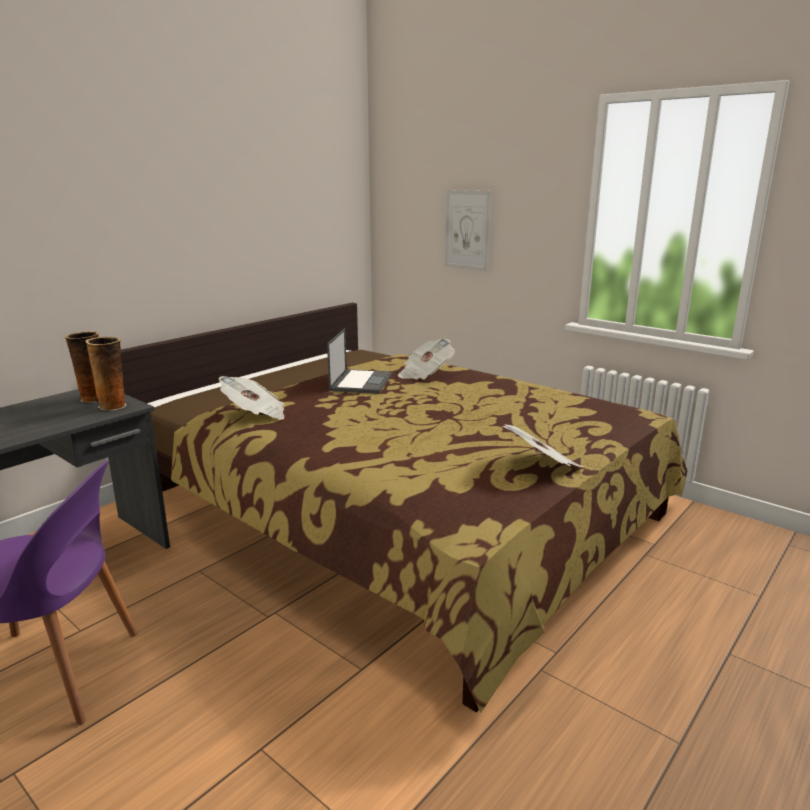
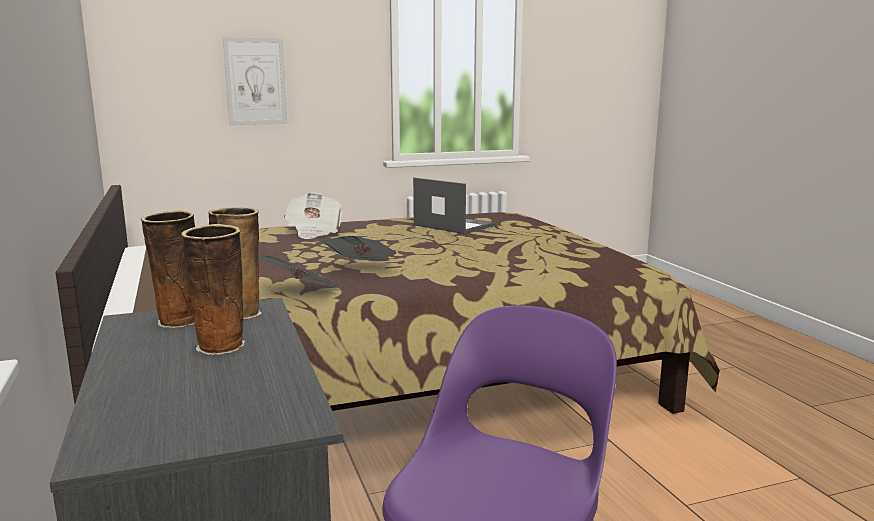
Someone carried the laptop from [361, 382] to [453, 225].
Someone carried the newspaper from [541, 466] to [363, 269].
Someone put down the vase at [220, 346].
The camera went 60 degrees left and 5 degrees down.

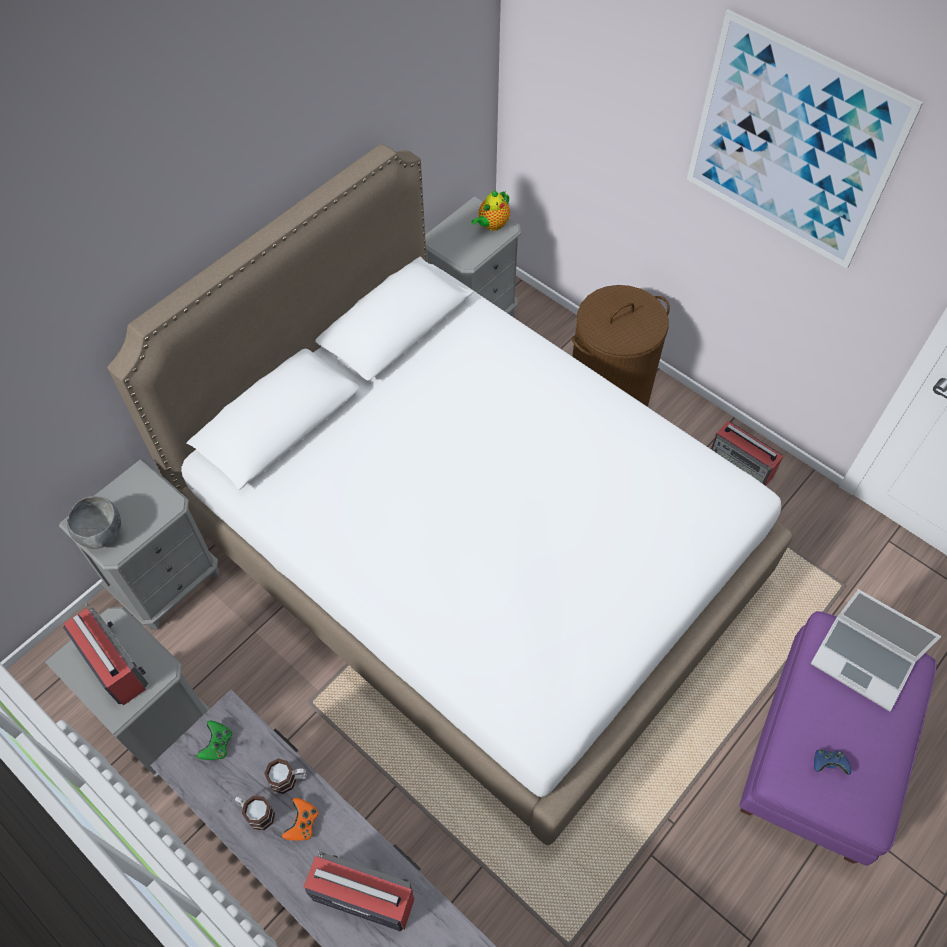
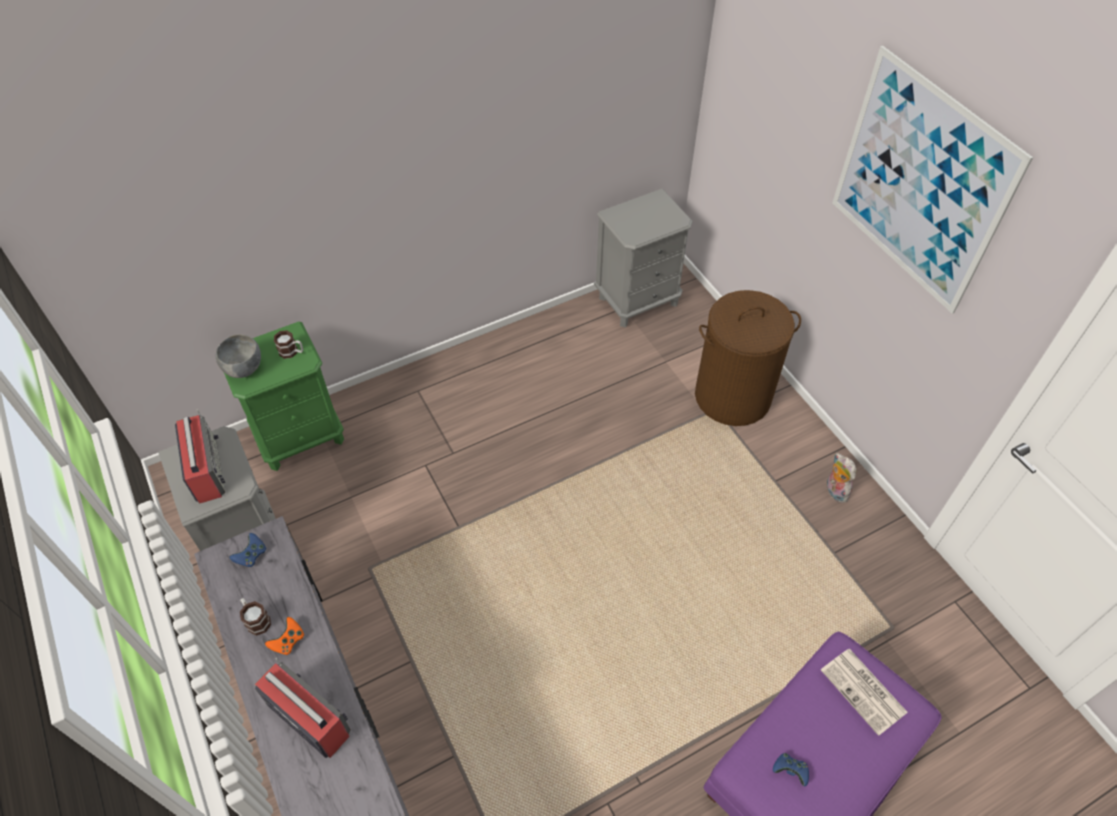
Someone took away the white bed at [472, 552].
Someone took away the teapot at [492, 225].
Someone swapped the radio set at [741, 466] for the cuddly toy at [834, 491].
Someone repainted the grey night table at [168, 582], which became the green-coloured night table at [300, 436].
Someone swapped the laptop at [864, 662] for the newspaper at [864, 691].
Someone repainted the green-coloured game controller at [217, 745], which became the blue game controller at [251, 555].
Someone carried the tea mug from [289, 779] to [292, 352].
The camera went 20 degrees right and 5 degrees down.

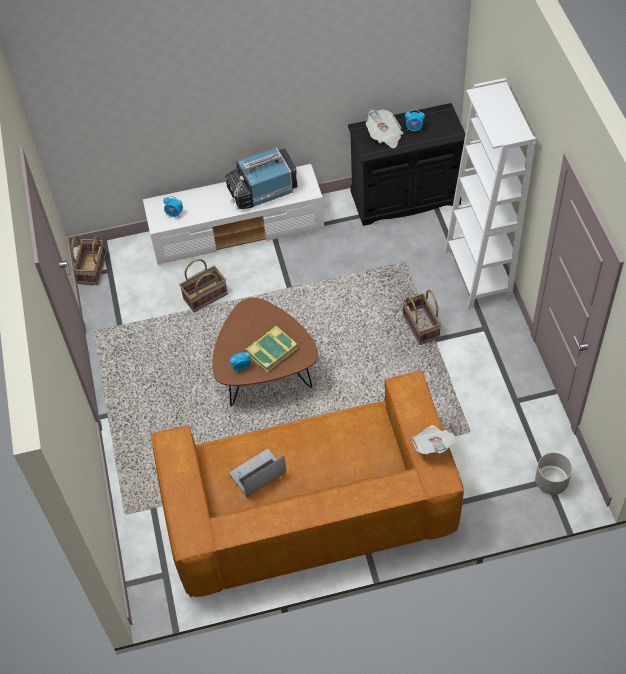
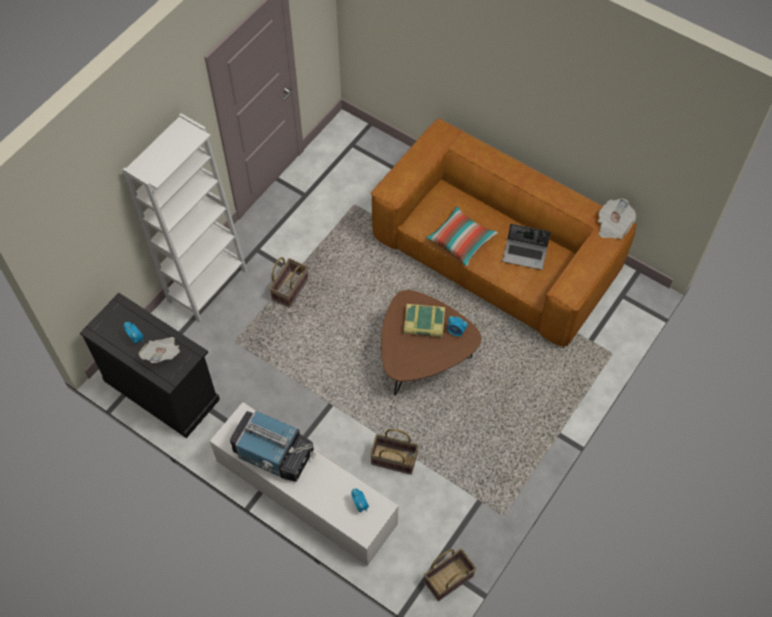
Someone carried the newspaper from [433, 445] to [613, 225].
Someone took away the grey plant pot at [551, 482].
Someone put down the throw pillow at [461, 241].
The camera went 135 degrees left and 5 degrees up.

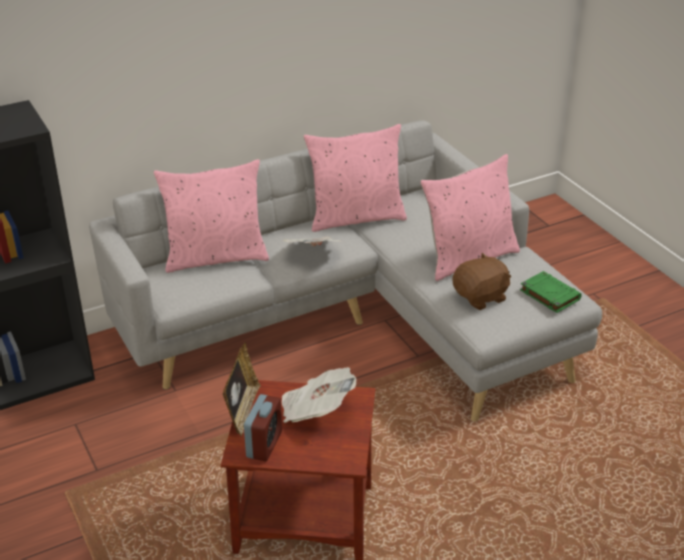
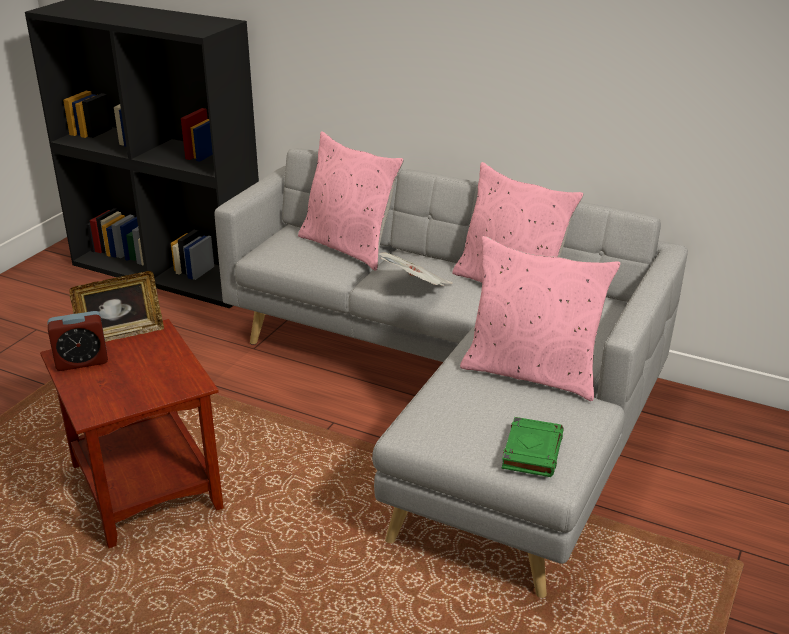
Someone took away the brown cuddly toy at [481, 297].
Someone took away the newspaper at [316, 410].
The camera went 55 degrees right and 5 degrees down.

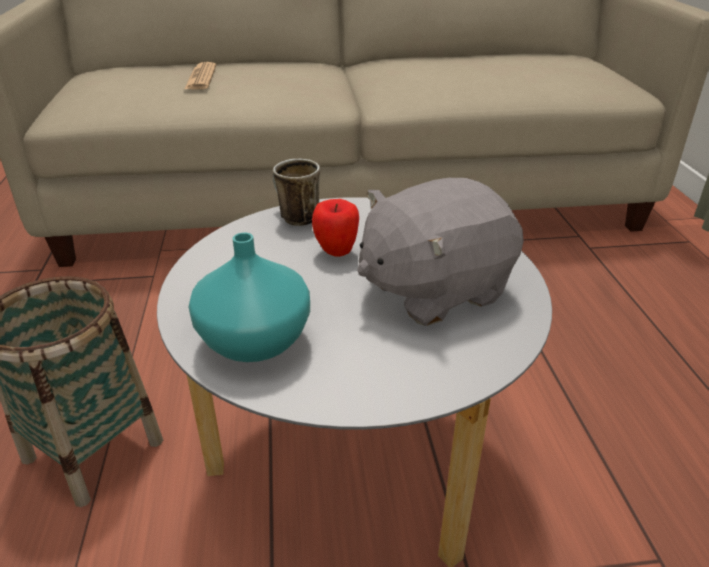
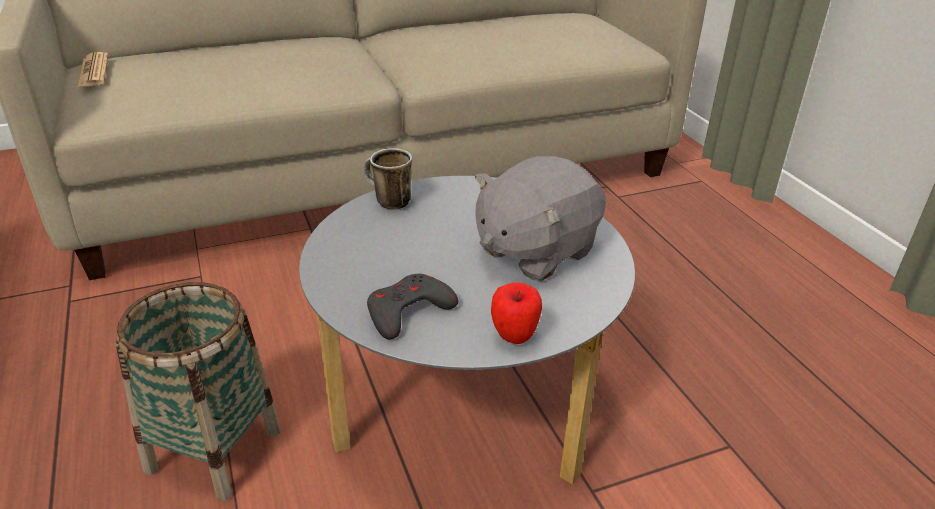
Someone carried the newspaper from [201, 77] to [93, 71].
Someone carried the whole apple from [336, 252] to [514, 338].
Someone swapped the turquoise vase at [256, 340] for the grey game controller at [408, 311].
The camera went 15 degrees left and 0 degrees up.

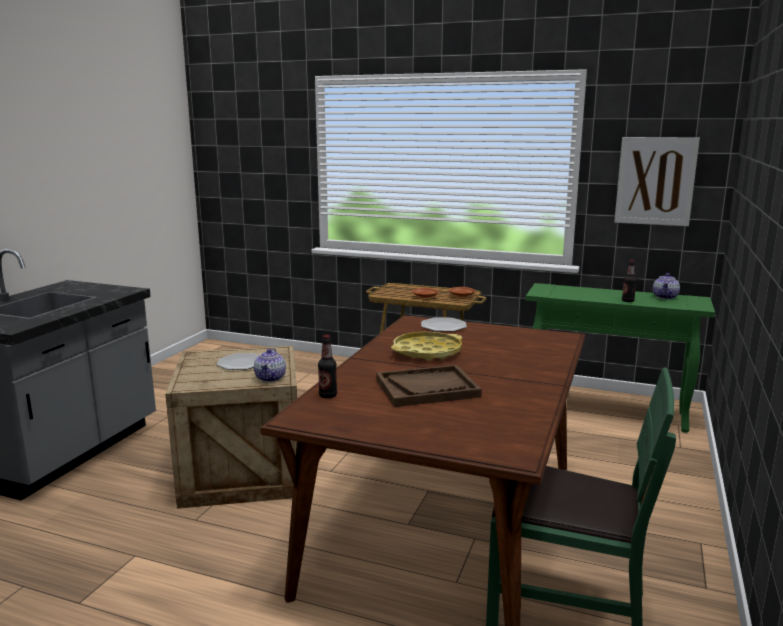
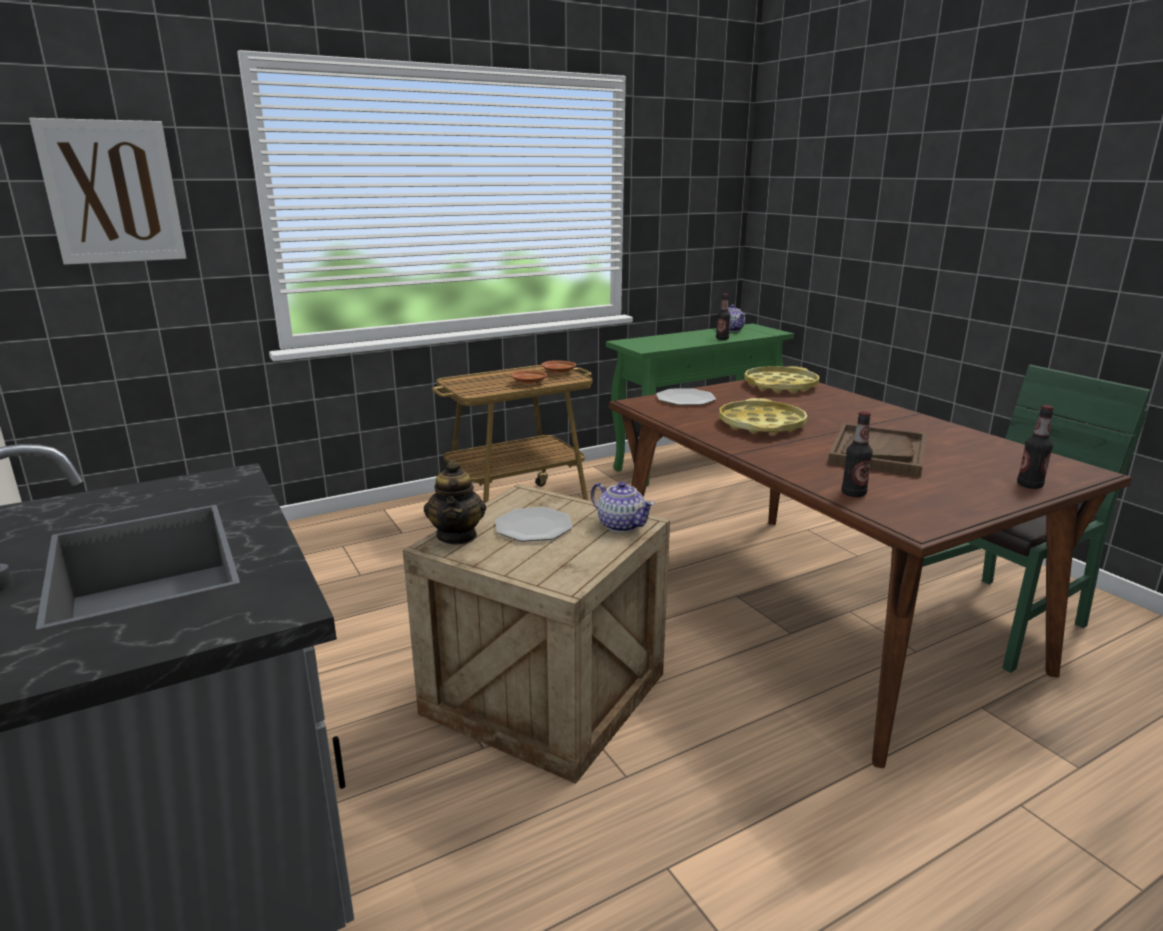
Someone carried the picture from [655, 181] to [112, 192].
Someone put down the yellow-coloured tray at [780, 386].
Someone put down the beverage bottle at [1029, 485].
Someone put down the teapot at [457, 536].
The camera went 50 degrees left and 5 degrees up.

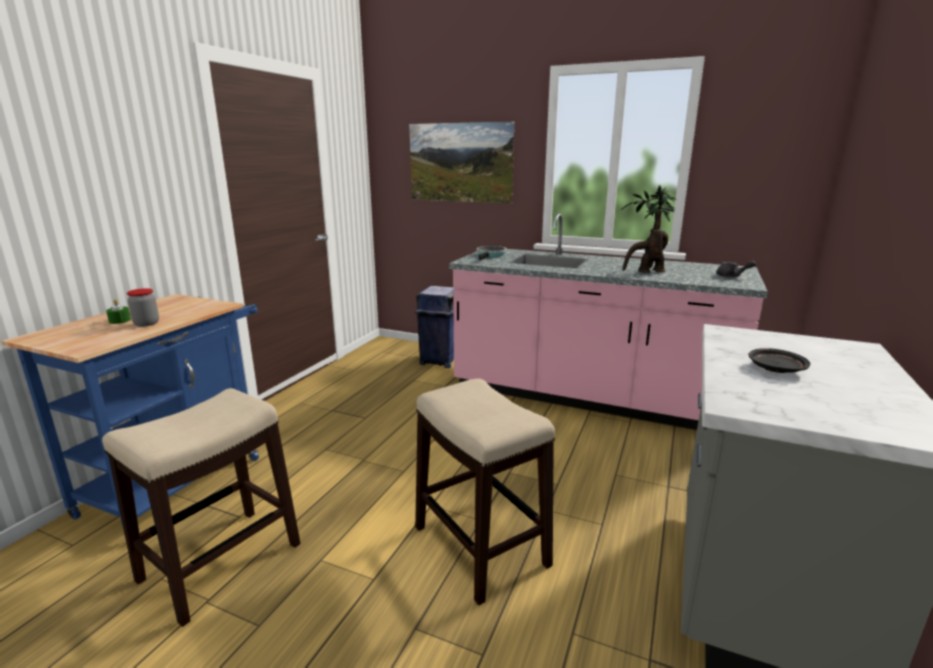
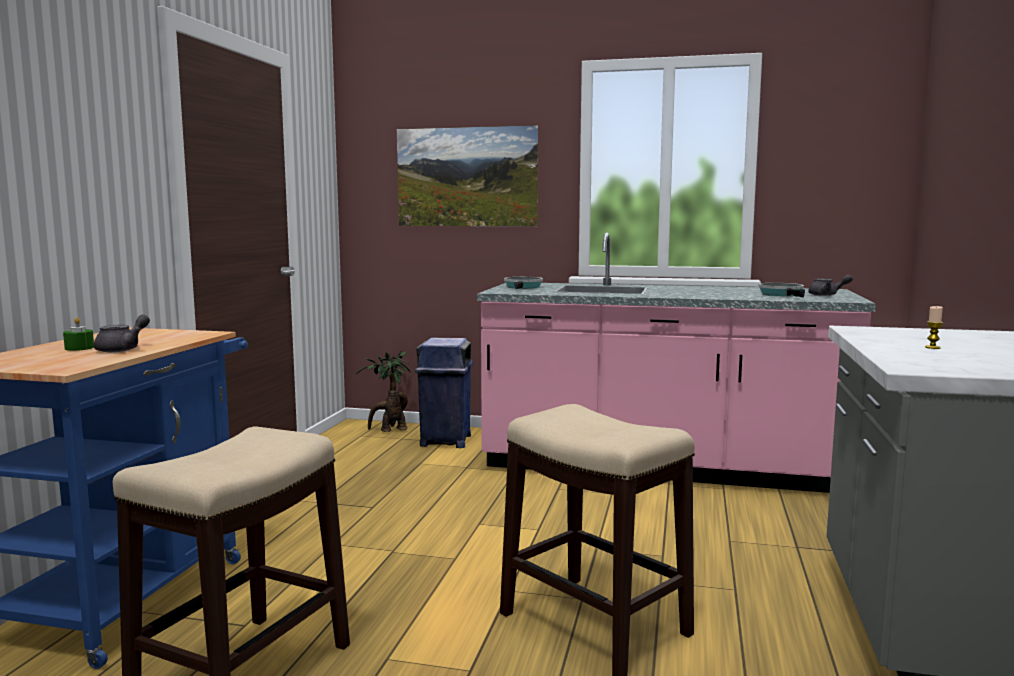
Someone carried the potted plant from [646, 272] to [390, 430].
Someone swapped the jar at [146, 323] for the grey teapot at [123, 349].
Someone swapped the blackish plate at [776, 368] for the wax light at [932, 347].
Someone put down the frying pan at [782, 294].
The camera went 10 degrees left and 10 degrees down.

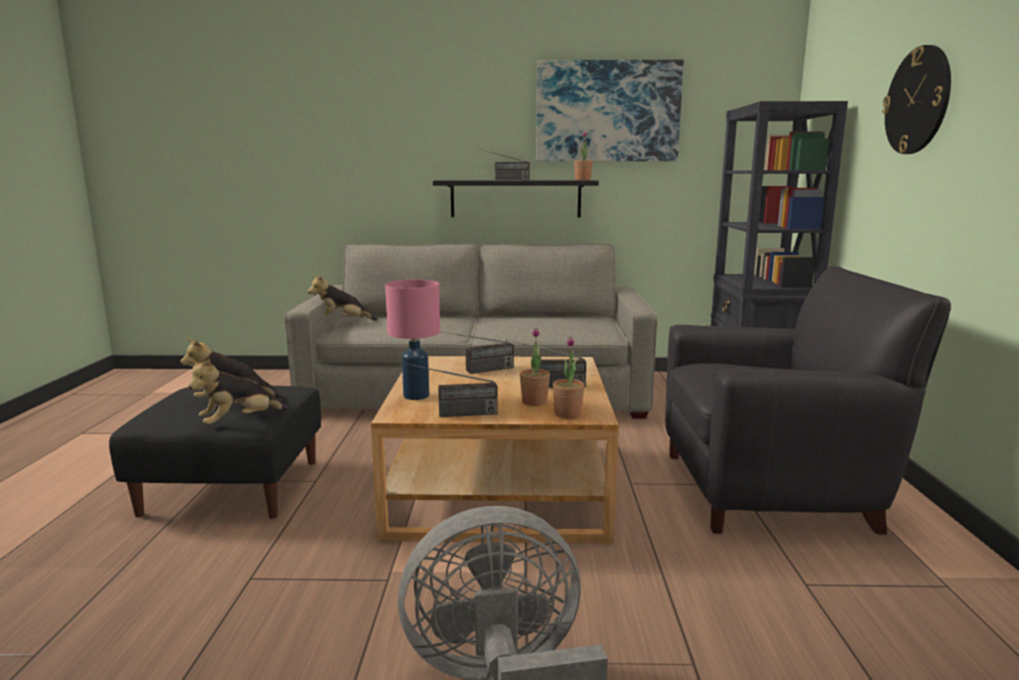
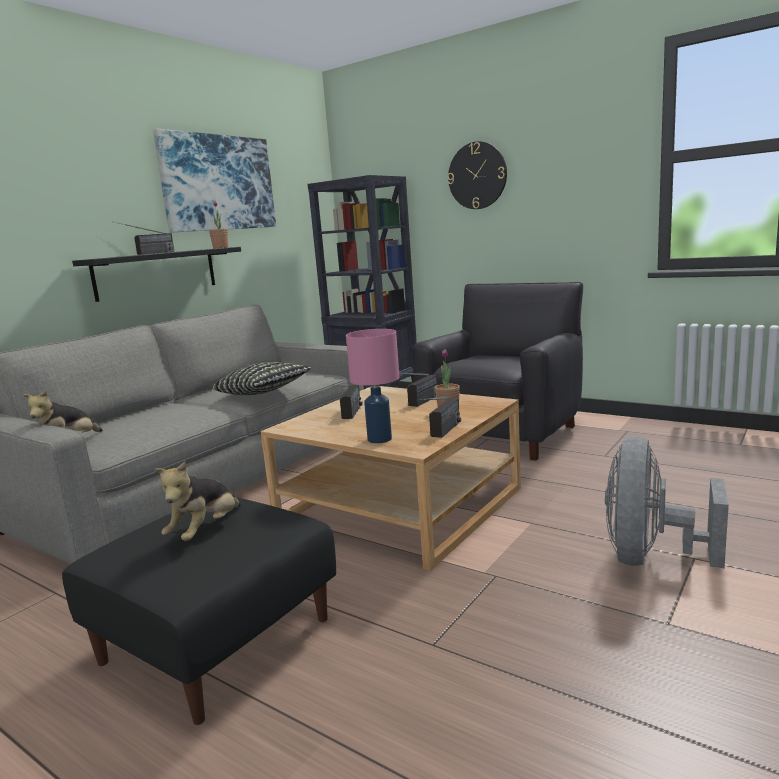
Someone took away the potted plant at [567, 414].
Someone took away the cuddly toy at [239, 422].
Someone put down the throw pillow at [263, 393].
The camera went 55 degrees left and 0 degrees up.

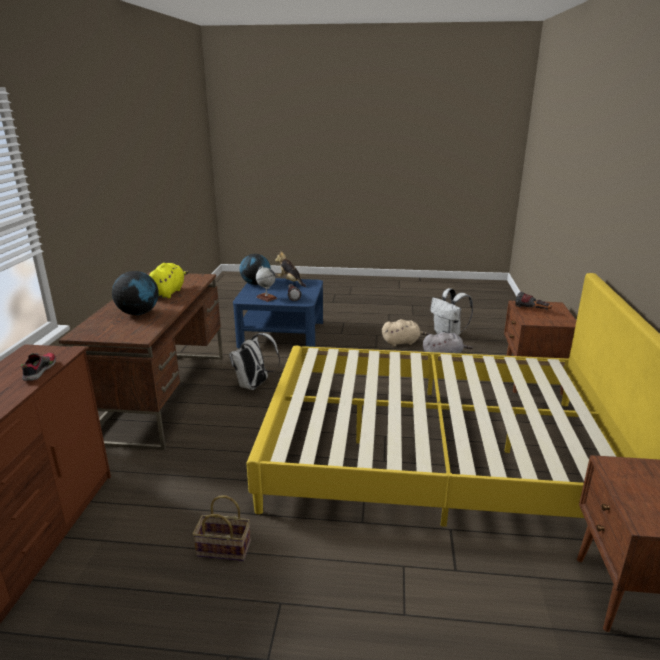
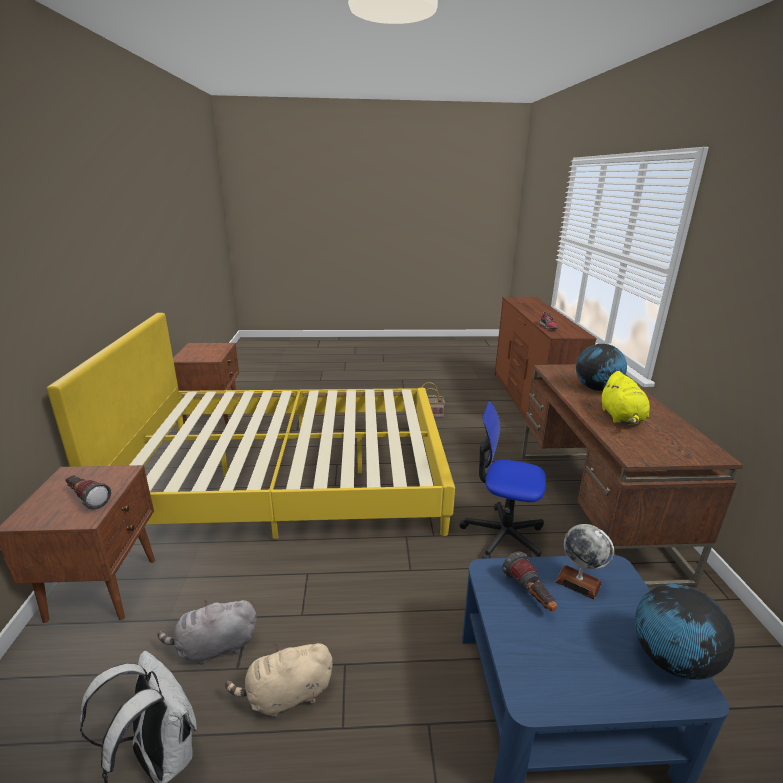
Someone took away the cuddly toy at [291, 282].
Someone swapped the white knapsack at [254, 386] for the desk chair at [502, 536].
The camera went 170 degrees right and 0 degrees up.

